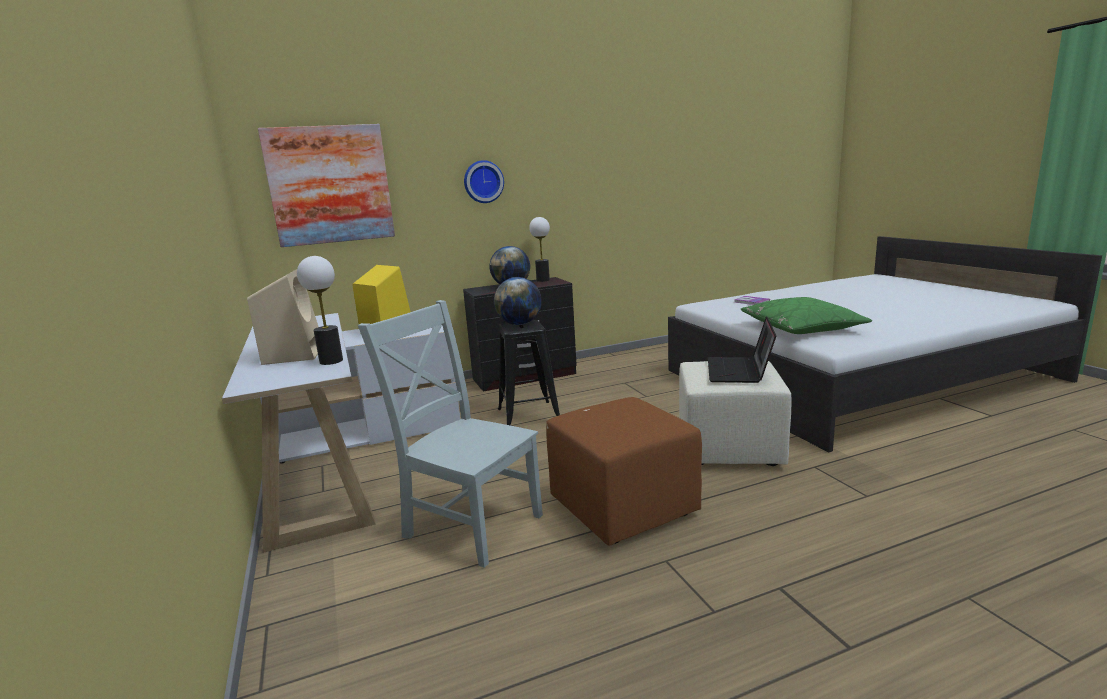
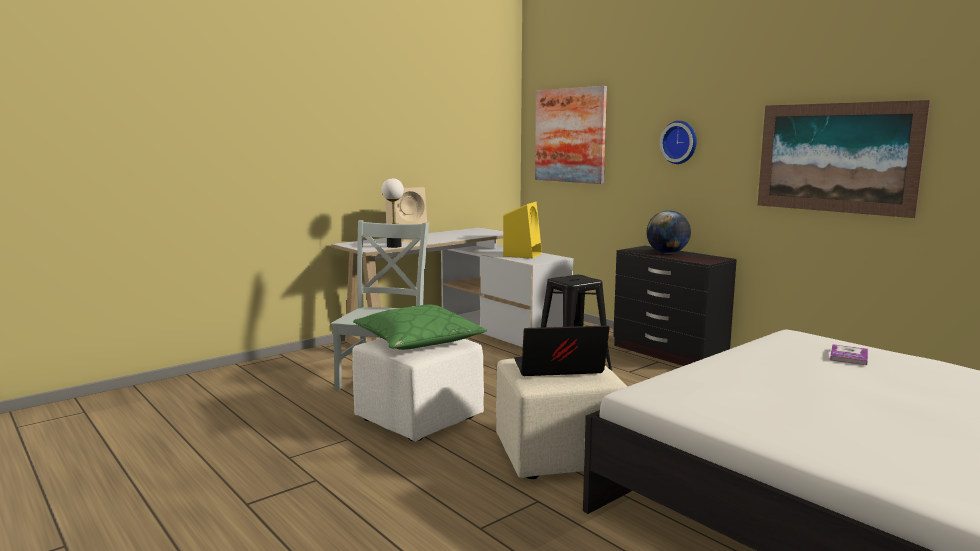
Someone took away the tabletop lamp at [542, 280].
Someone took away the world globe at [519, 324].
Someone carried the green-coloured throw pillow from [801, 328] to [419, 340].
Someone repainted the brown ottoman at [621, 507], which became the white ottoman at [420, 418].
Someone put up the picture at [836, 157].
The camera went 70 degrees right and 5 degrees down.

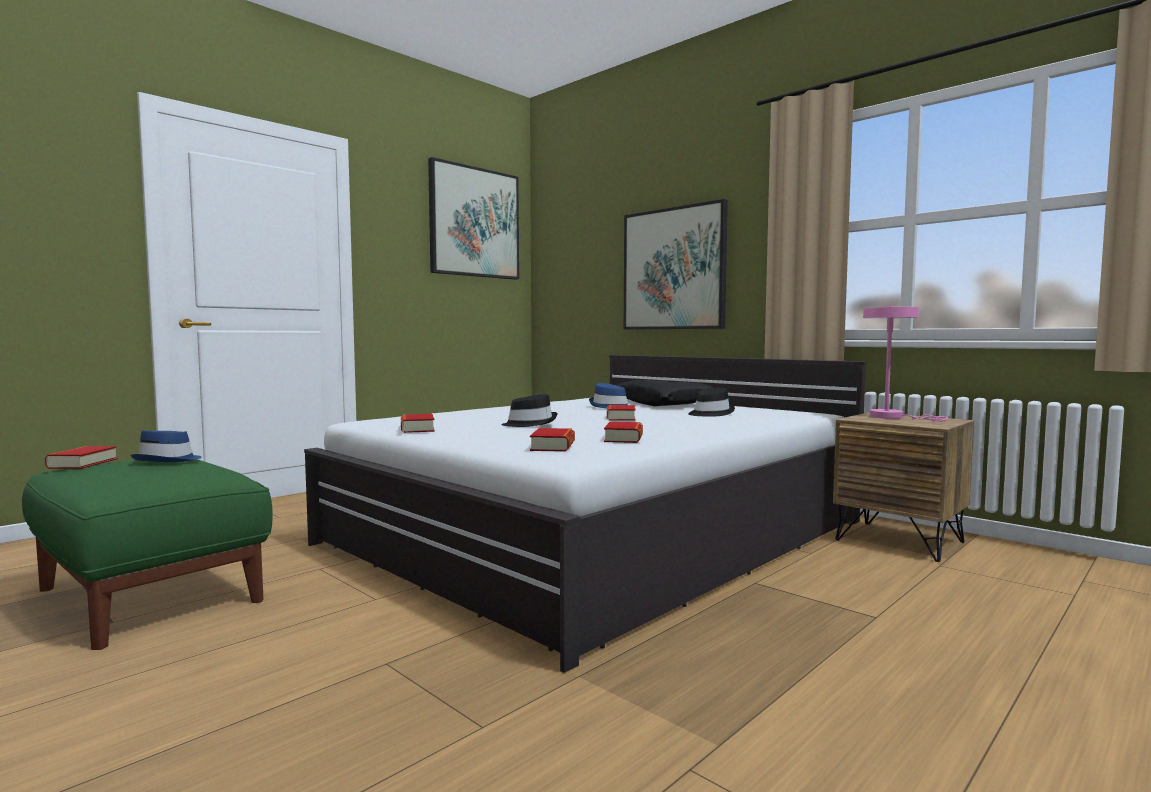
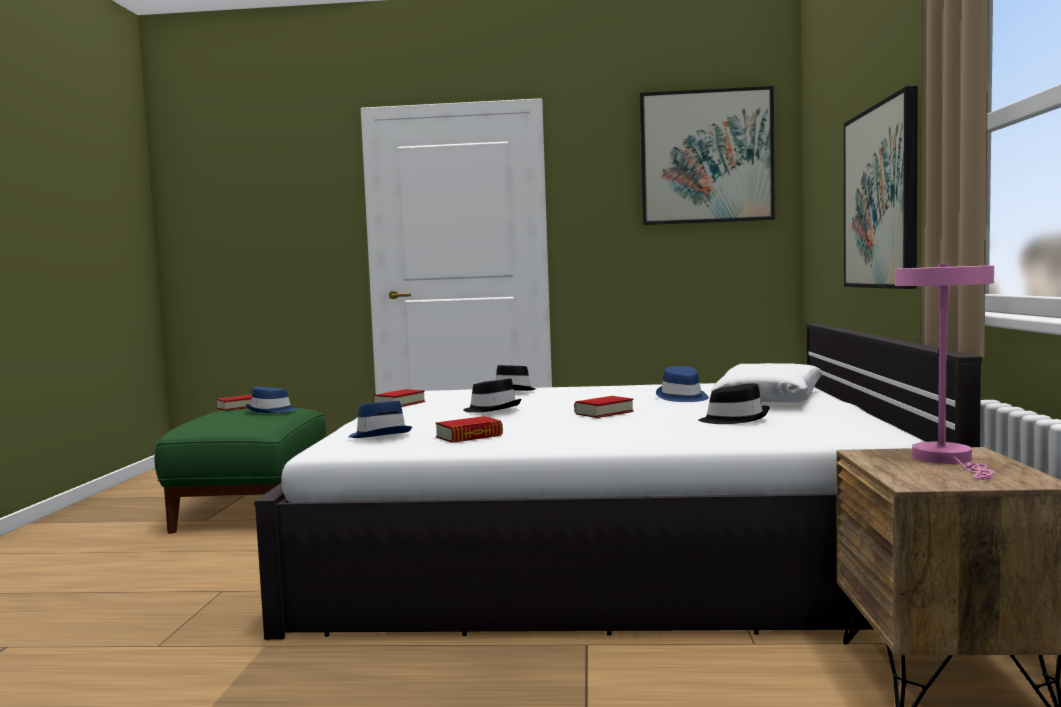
Someone repainted the blackish throw pillow at [662, 404], which became the white throw pillow at [770, 399].
Someone swapped the bound book at [553, 446] for the blue clothing hat at [380, 435].
Someone put down the blackish clothing hat at [514, 390].
The camera went 50 degrees right and 0 degrees up.

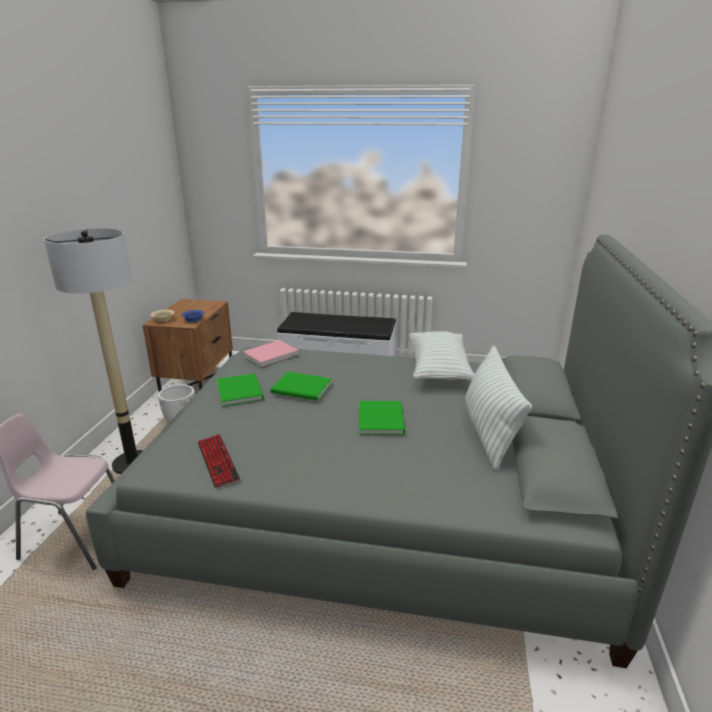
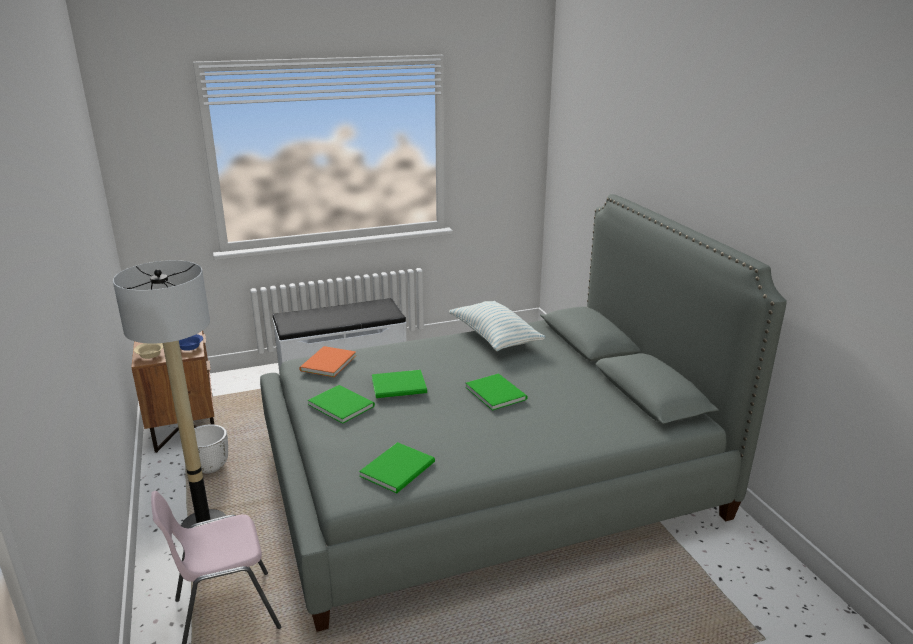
Someone repainted the pink bound book at [268, 354], which became the orange-coloured bound book at [326, 363].
Someone took away the throw pillow at [489, 432].
Someone swapped the PC keyboard at [217, 461] for the green-coloured bound book at [400, 469].
The camera went 30 degrees left and 0 degrees up.

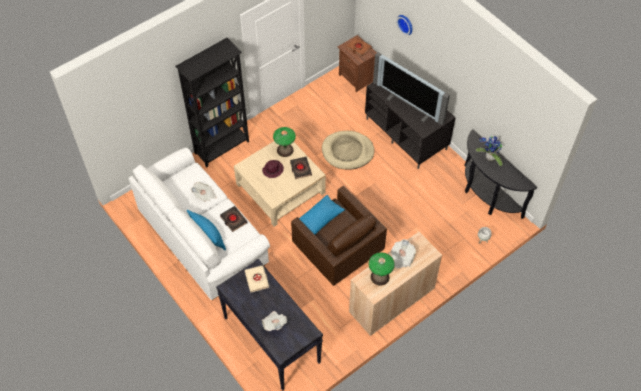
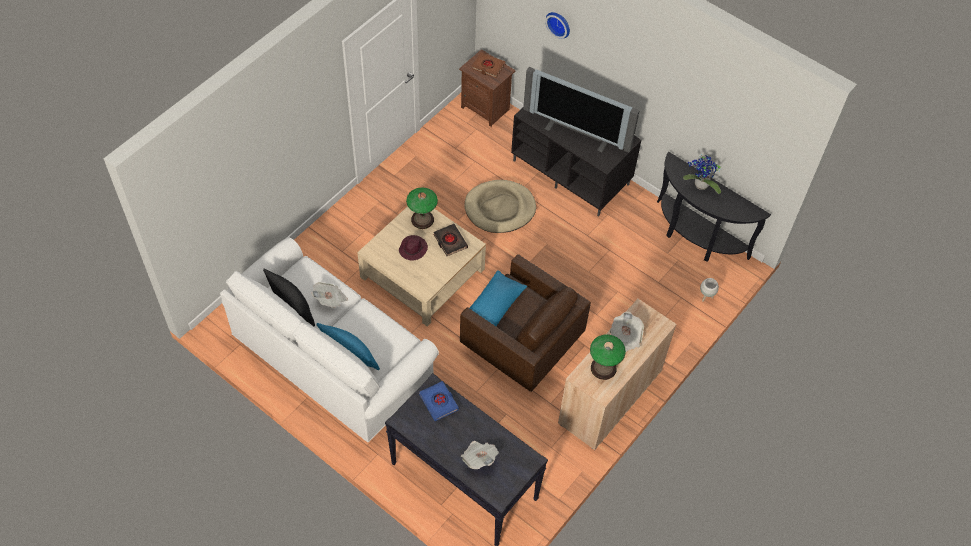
Someone took away the blackish shelving unit at [222, 147].
Someone took away the blackish bound book at [233, 220].
Someone repainted the beige-coloured bound book at [257, 279], which became the blue bound book at [439, 402].
Someone put down the blackish throw pillow at [292, 305].
The camera went 15 degrees left and 0 degrees up.

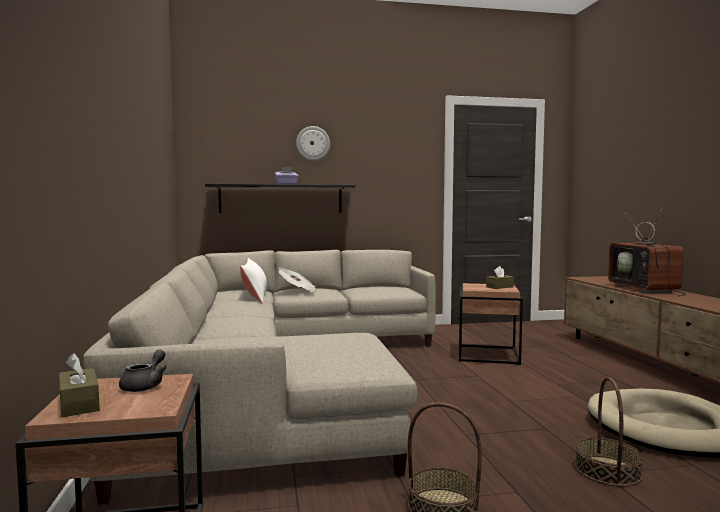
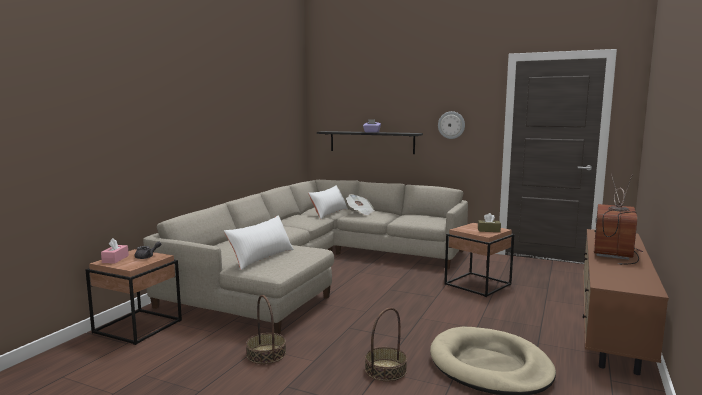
Someone carried the hanging clock from [313, 143] to [451, 125].
Someone repainted the brown tissue holder at [79, 404], which became the pink tissue holder at [115, 259].
Someone put down the white throw pillow at [261, 258].
The camera went 35 degrees right and 5 degrees up.

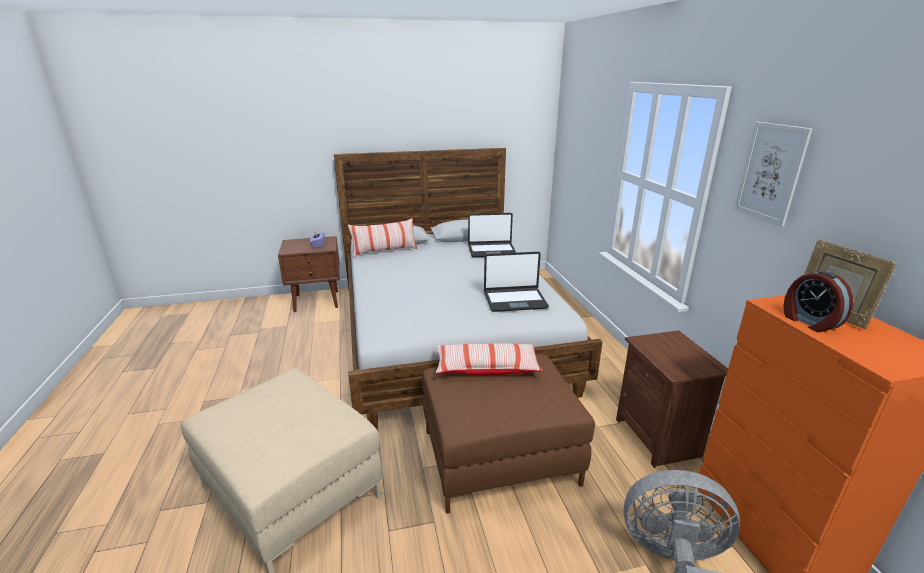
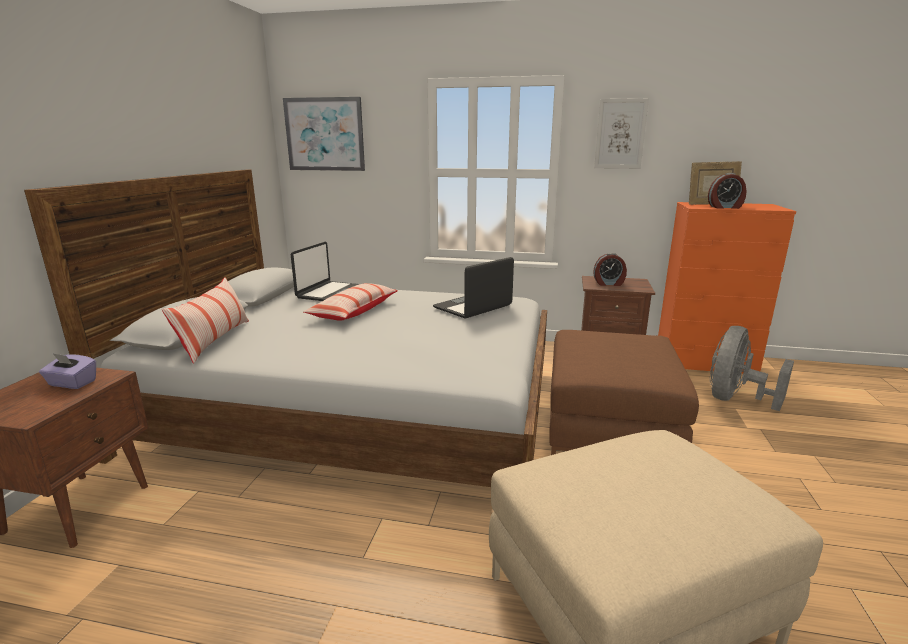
Someone rotated the laptop at [515, 300] by 150 degrees counterclockwise.
Someone carried the throw pillow from [487, 368] to [354, 311].
Someone put up the picture at [324, 134].
Someone put down the bedside clock at [608, 284].
The camera went 65 degrees left and 5 degrees down.

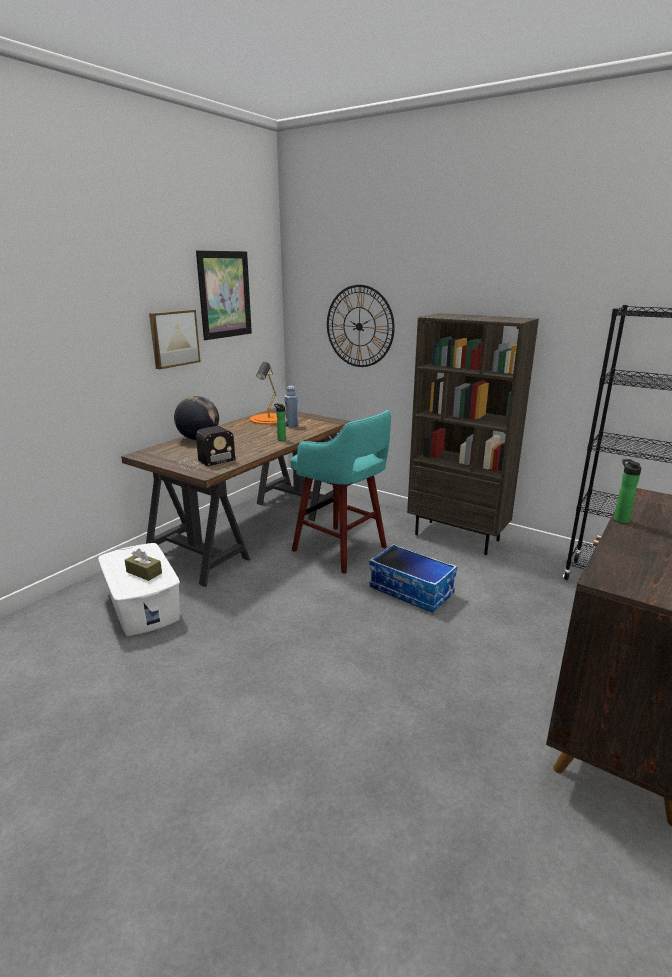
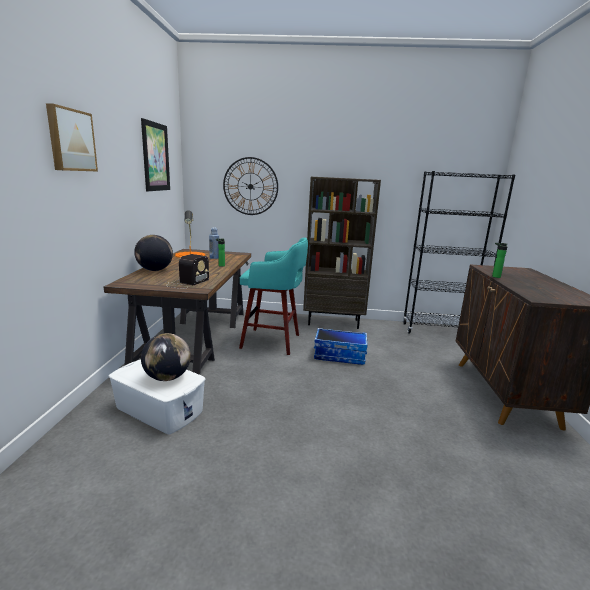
Someone carried the picture from [173, 338] to [70, 140].
Someone swapped the brown tissue holder at [144, 572] for the world globe at [167, 377].
The camera went 30 degrees left and 5 degrees down.

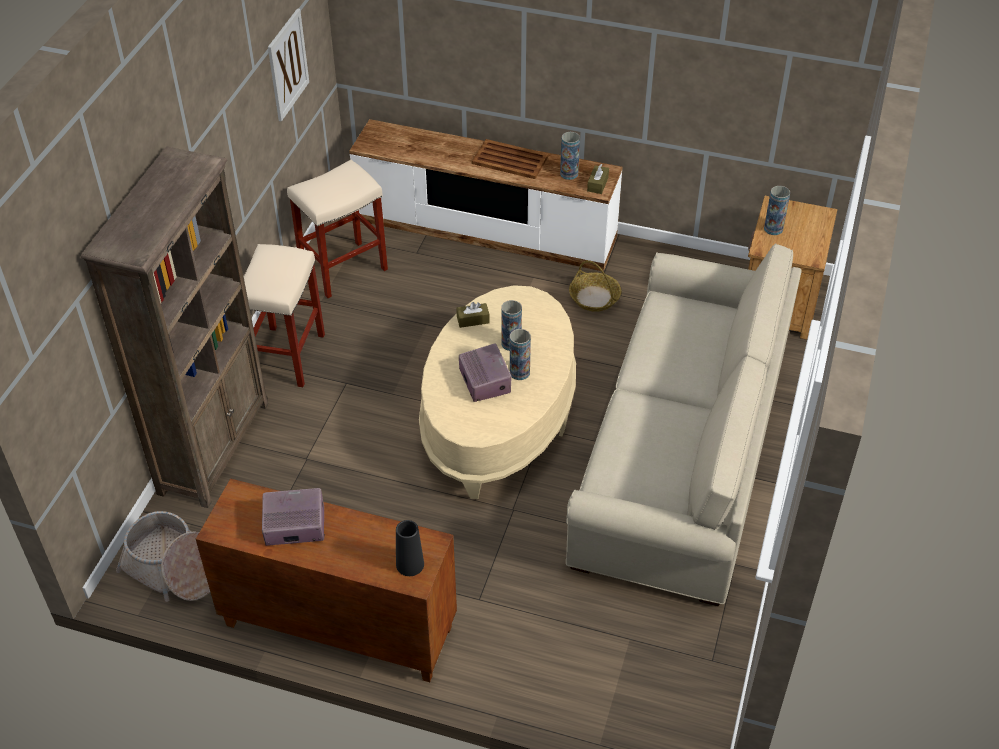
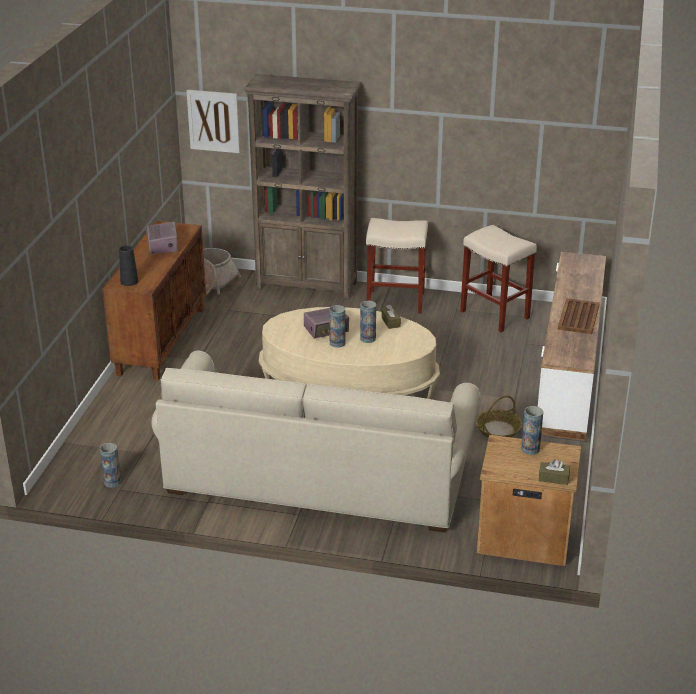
Someone carried the picture from [287, 65] to [213, 121].
Someone carried the vase from [569, 174] to [112, 482].
Someone carried the brown tissue holder from [597, 184] to [553, 478].
The camera went 85 degrees right and 15 degrees down.

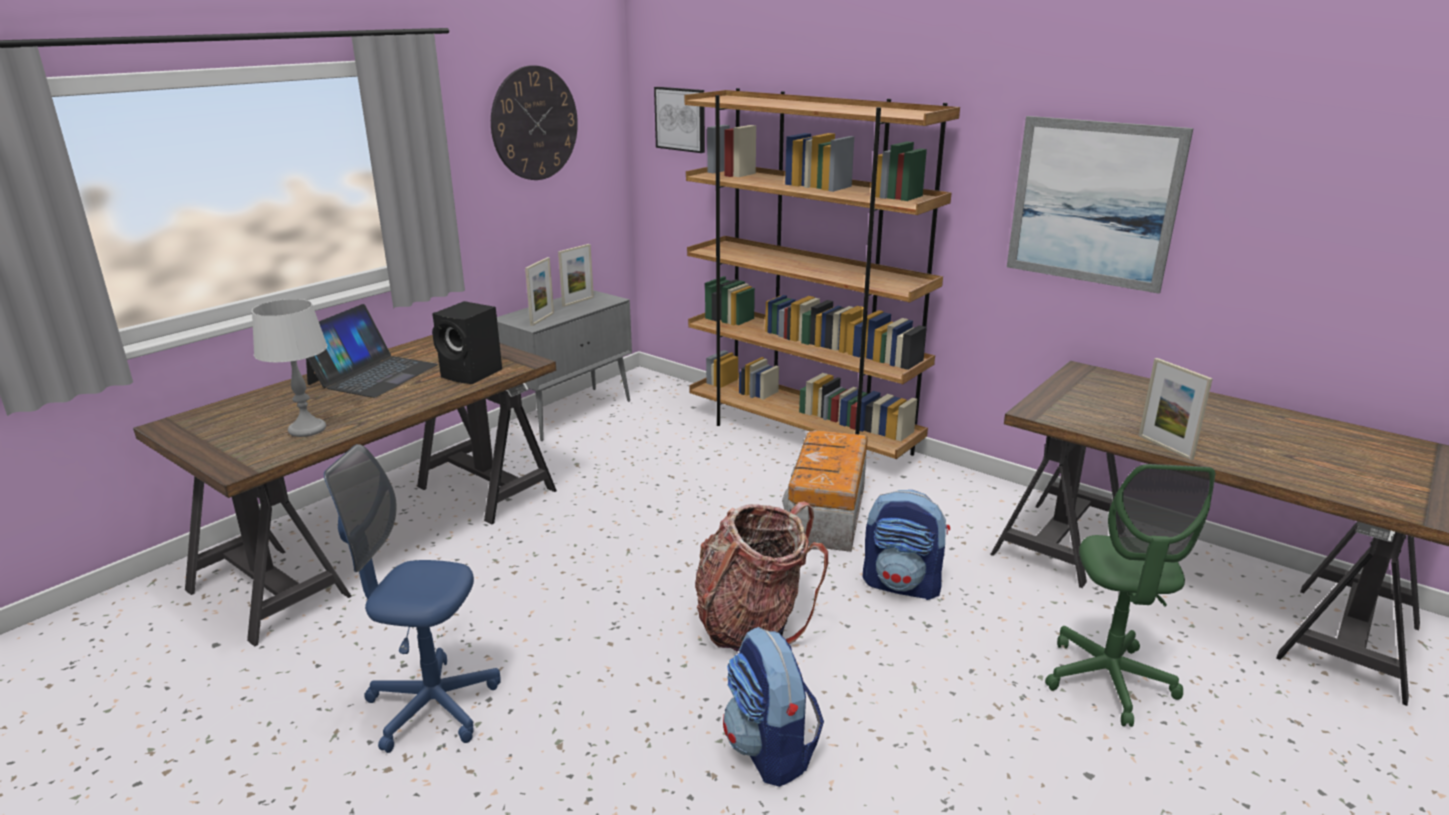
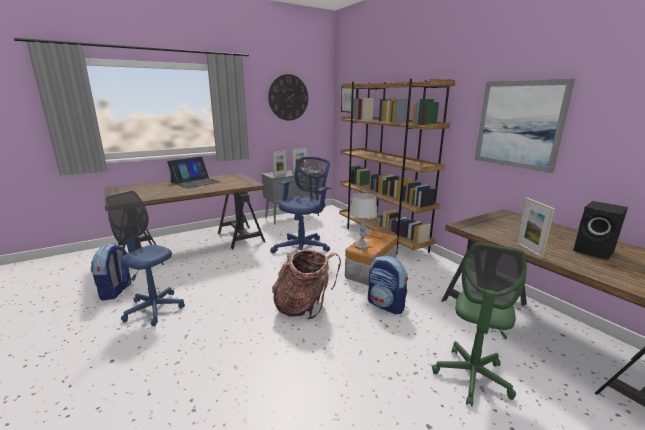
Someone carried the grey tabletop lamp from [306, 429] to [361, 246].
Someone carried the blackish loudspeaker from [473, 374] to [595, 251].
Someone carried the knapsack from [770, 750] to [116, 291].
Someone put down the blue desk chair at [303, 247].
The camera went 20 degrees right and 5 degrees down.

